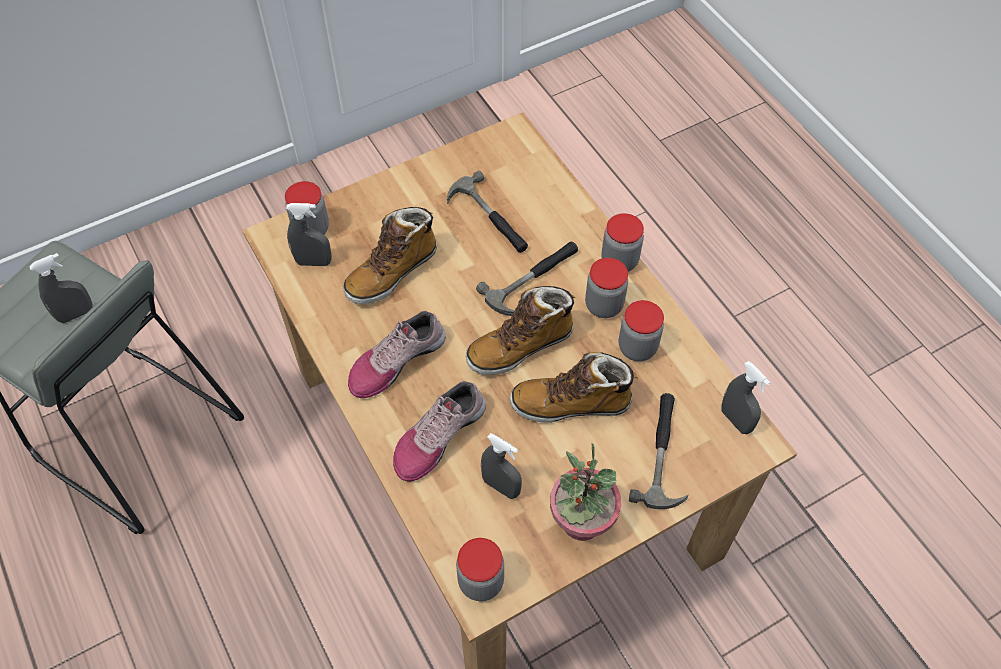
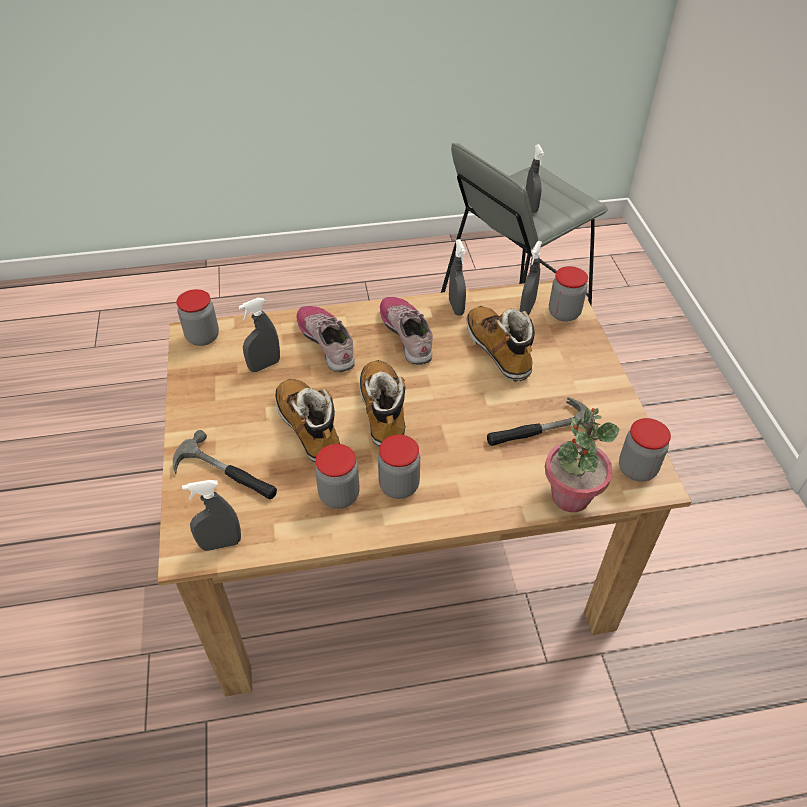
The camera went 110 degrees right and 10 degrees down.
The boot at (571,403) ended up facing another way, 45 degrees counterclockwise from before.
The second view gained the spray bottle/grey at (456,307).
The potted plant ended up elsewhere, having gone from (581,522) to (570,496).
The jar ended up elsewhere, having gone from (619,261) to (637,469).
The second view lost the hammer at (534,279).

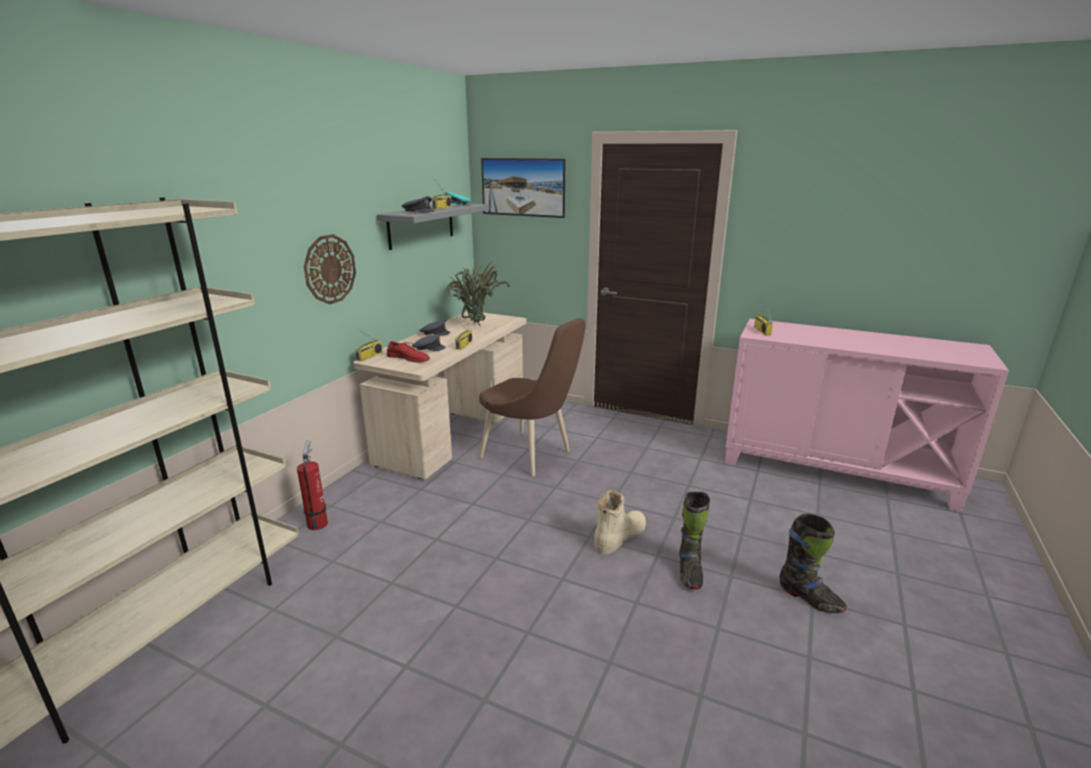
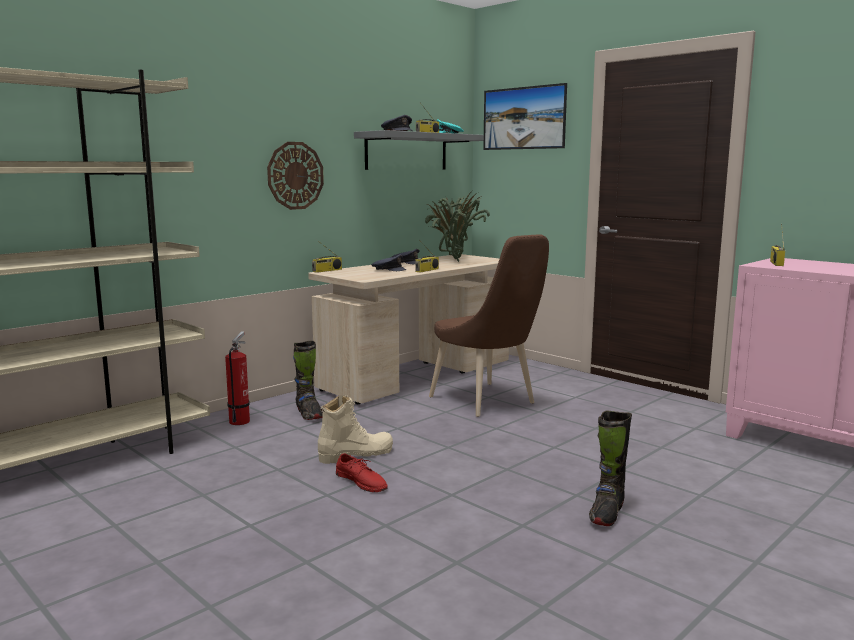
The camera went 20 degrees right and 10 degrees down.
The boot/black ended up elsewhere, having gone from (810,598) to (308,414).
The boot/beige ended up elsewhere, having gone from (619,537) to (356,454).
The shoe/red ended up elsewhere, having gone from (408,358) to (361,481).

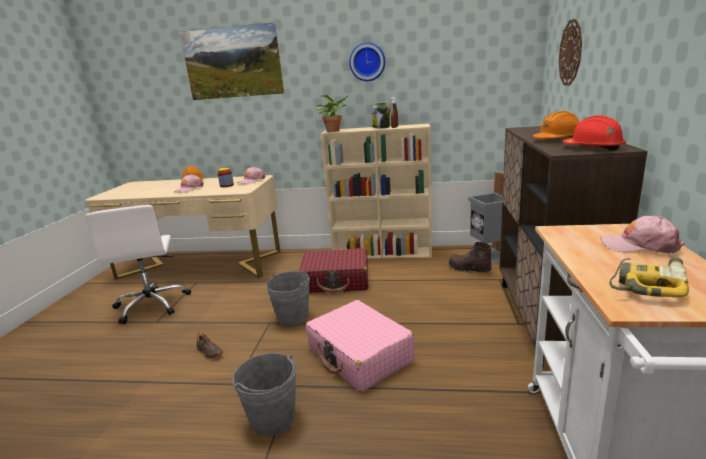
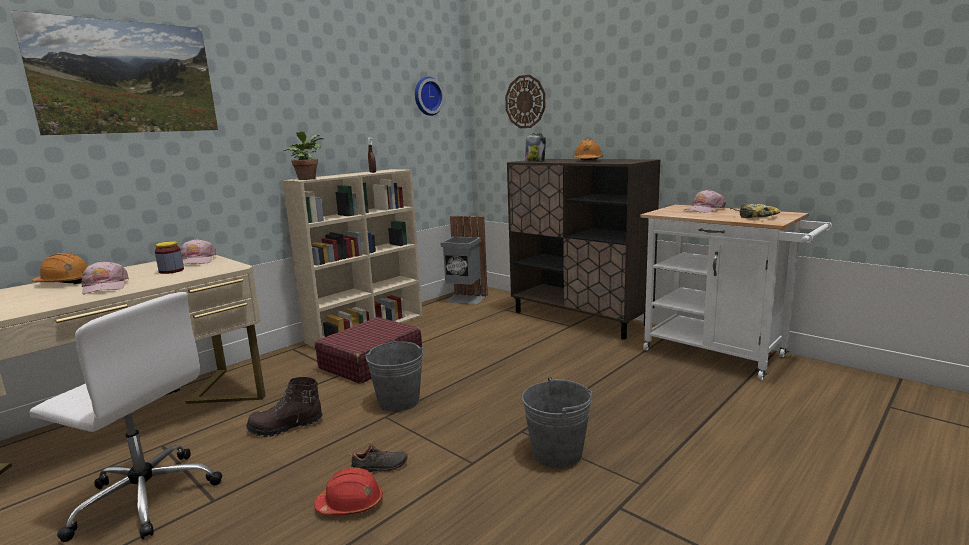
The camera went 55 degrees left and 5 degrees down.
The boot/brown ended up elsewhere, having gone from (469,269) to (286,427).
The hard hat/red ended up elsewhere, having gone from (593,148) to (351,504).
The wall clock ended up elsewhere, having gone from (367,62) to (427,96).
The jar ended up elsewhere, having gone from (381,127) to (535,161).
The second view lost the suitcase/pink at (360,355).

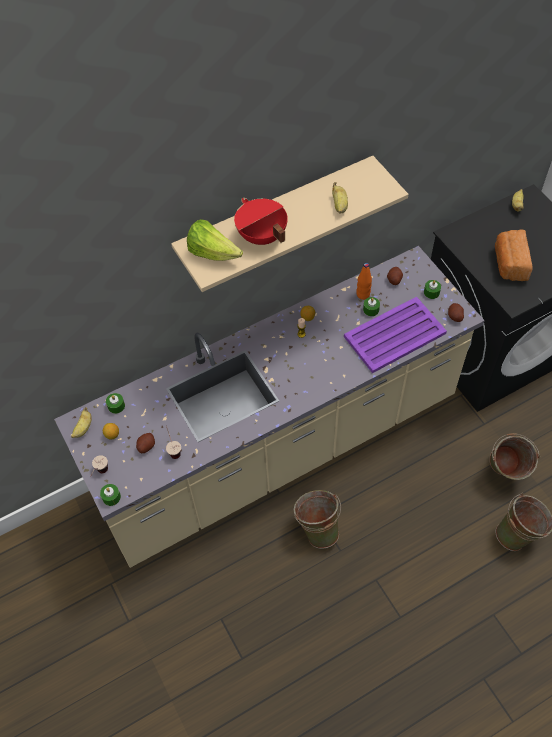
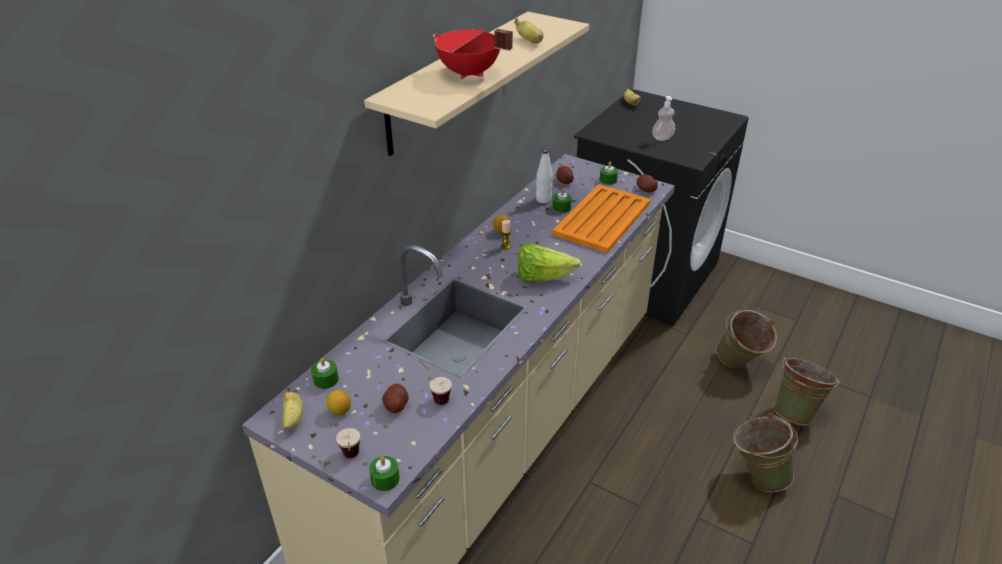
The camera went 30 degrees left and 20 degrees down.
The lettuce ended up elsewhere, having gone from (213,253) to (542,277).
What was the bottle/orange at (363,295) turned into the bottle/white at (543,199).
What was the tray/purple at (395,335) turned into the tray/orange at (603,218).
Where the bread stood at (509,264), the soap dispenser came to stand at (662,138).
The bucket/green ended up elsewhere, having gone from (317,528) to (756,475).

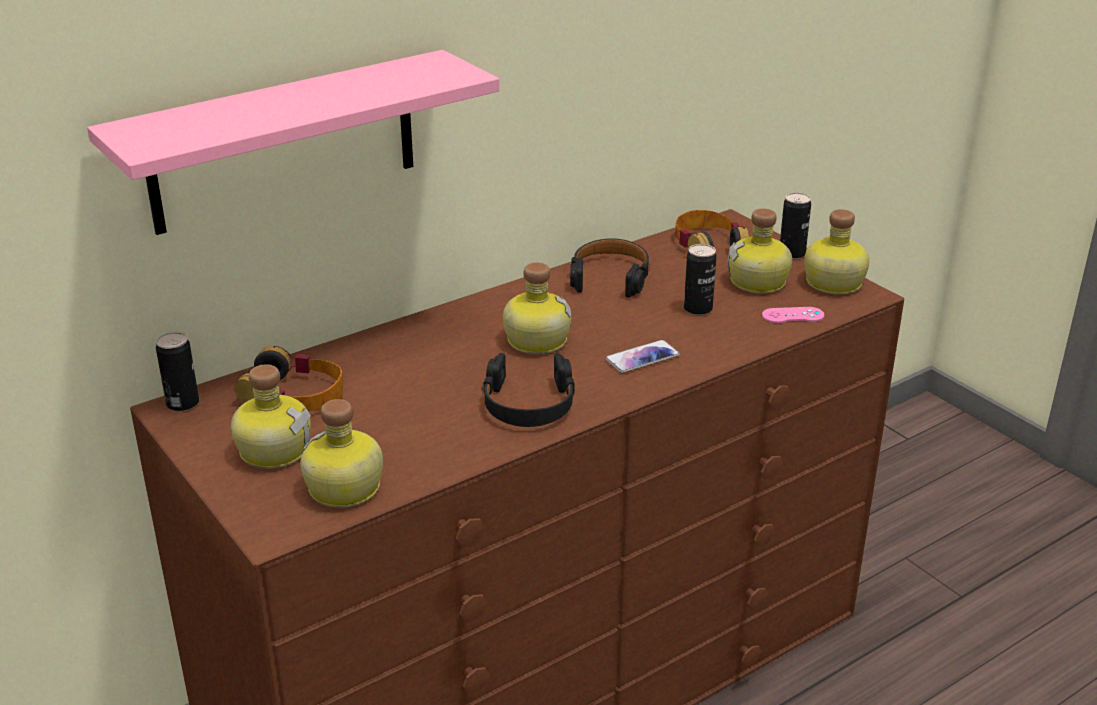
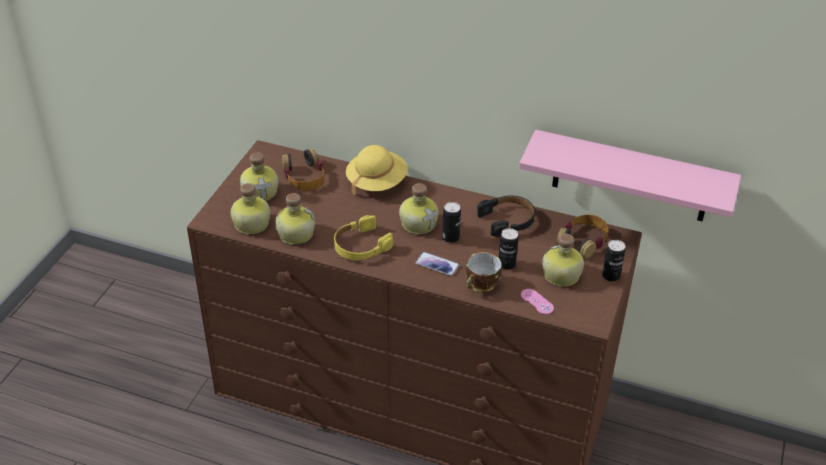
The camera went 55 degrees right and 10 degrees up.
The bottle ended up elsewhere, having gone from (832,283) to (294,233).
What was the headphones/black at (528,404) turned into the headphones/yellow at (361,246).
The second view gained the hat/yellow at (376,182).
The can ended up elsewhere, having gone from (182,403) to (450,237).
The second view gained the cup at (482,285).
The shelf/pink ended up elsewhere, having gone from (284,142) to (631,177).

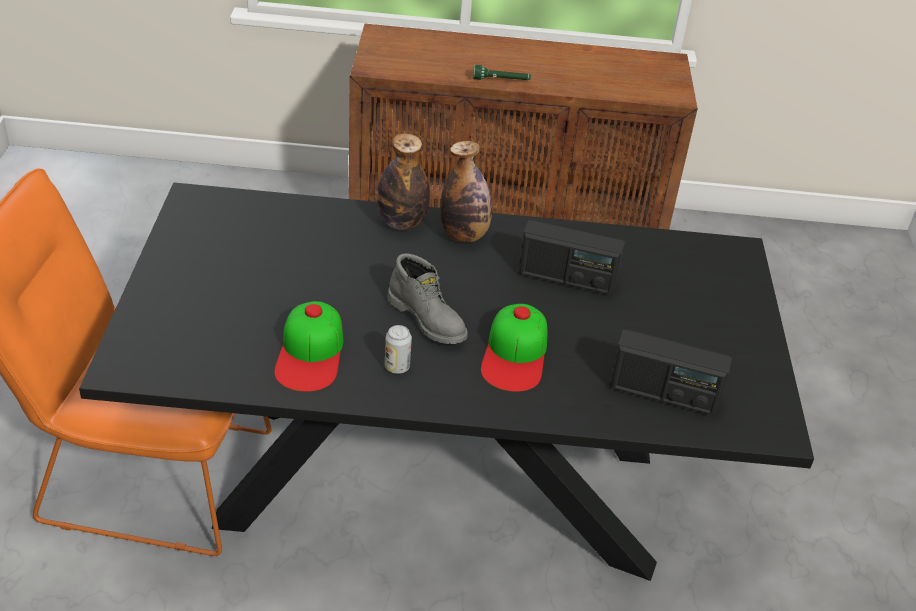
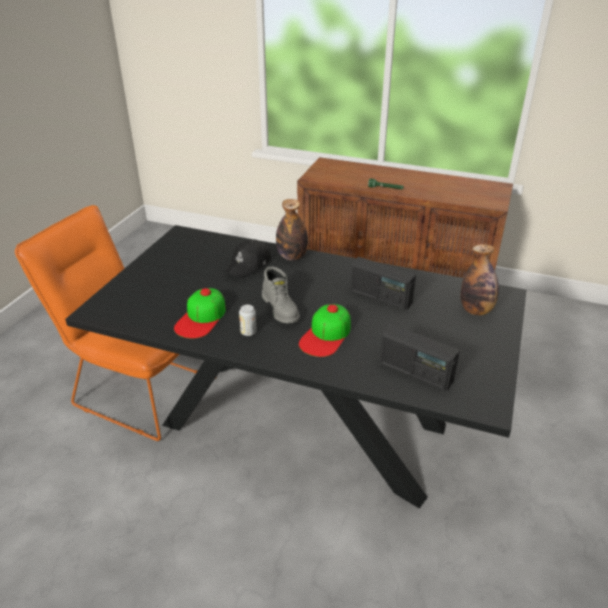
The camera went 20 degrees right and 5 degrees down.
The second view gained the cap/black at (249,265).
The bottle ended up elsewhere, having gone from (464,235) to (476,310).

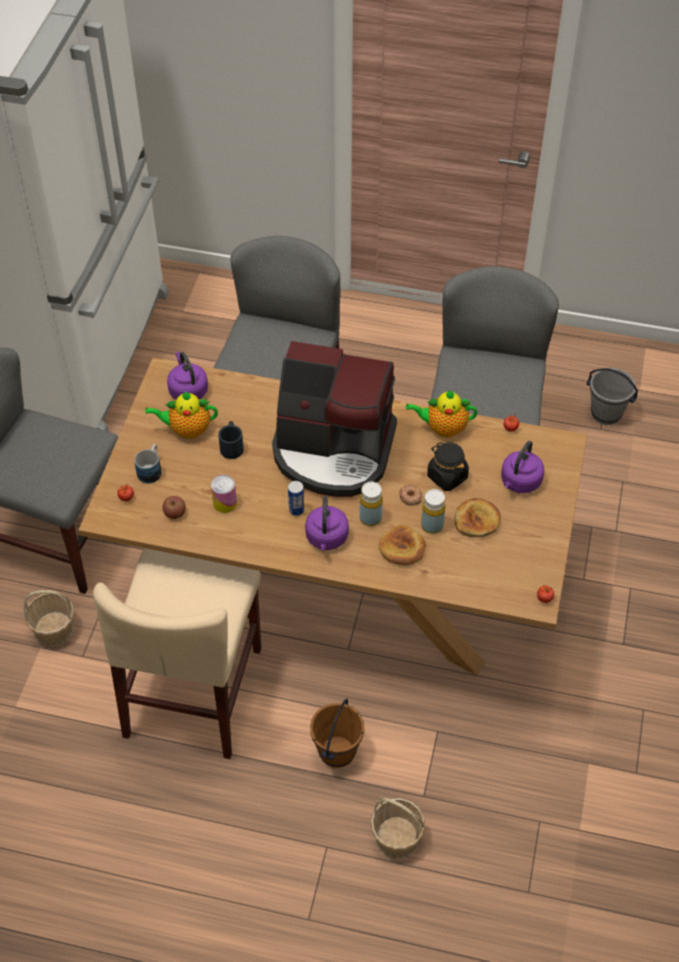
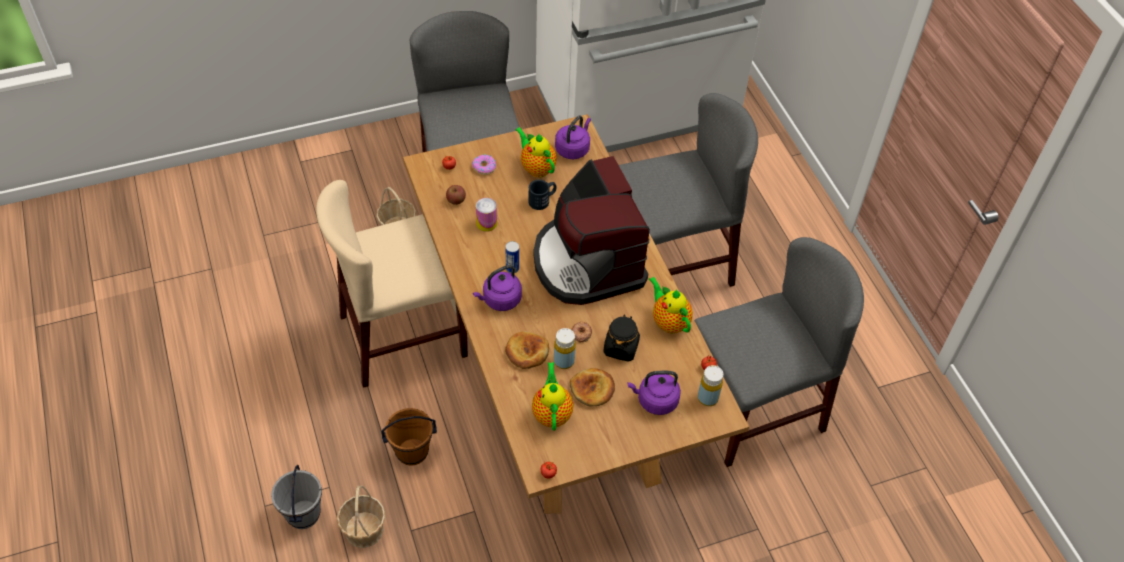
The camera went 55 degrees right and 0 degrees up.
The bucket/grey ended up elsewhere, having gone from (605,414) to (303,514).
Where the mug stood at (151,470), the donut came to stand at (484,167).
The second view gained the teapot at (552,413).
The bottle/yellow ended up elsewhere, having gone from (370,518) to (707,398).

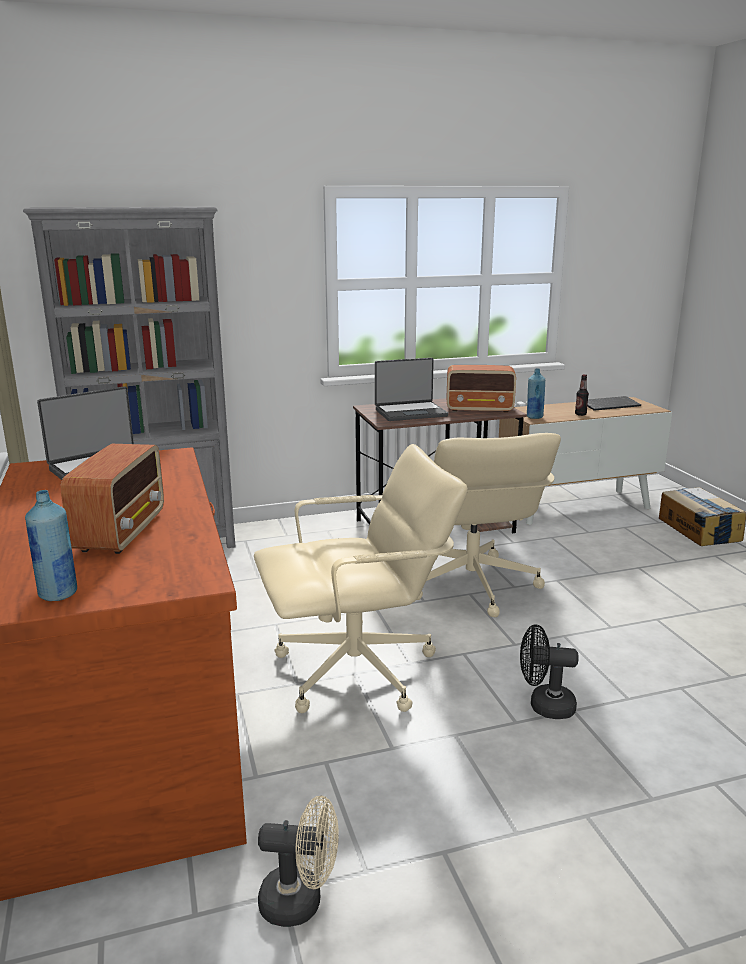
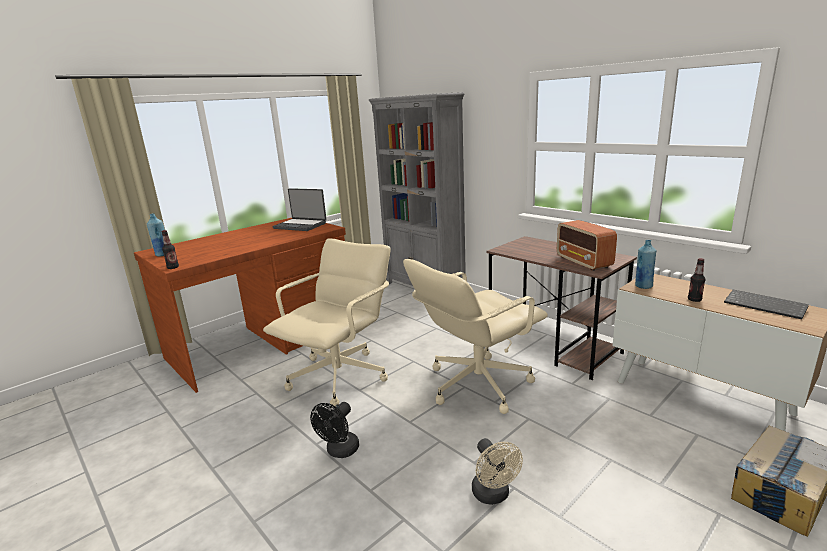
The camera went 65 degrees right and 0 degrees up.
The second view gained the bottle at (173,267).
The office chair/beige at (358,671) ended up facing another way, 105 degrees counterclockwise from before.
The fan/black at (544,706) ended up facing another way, 135 degrees counterclockwise from before.
The fan/beige ended up elsewhere, having gone from (301,901) to (493,495).
The second view lost the radio at (122,531).
The second view lost the laptop at (410,412).

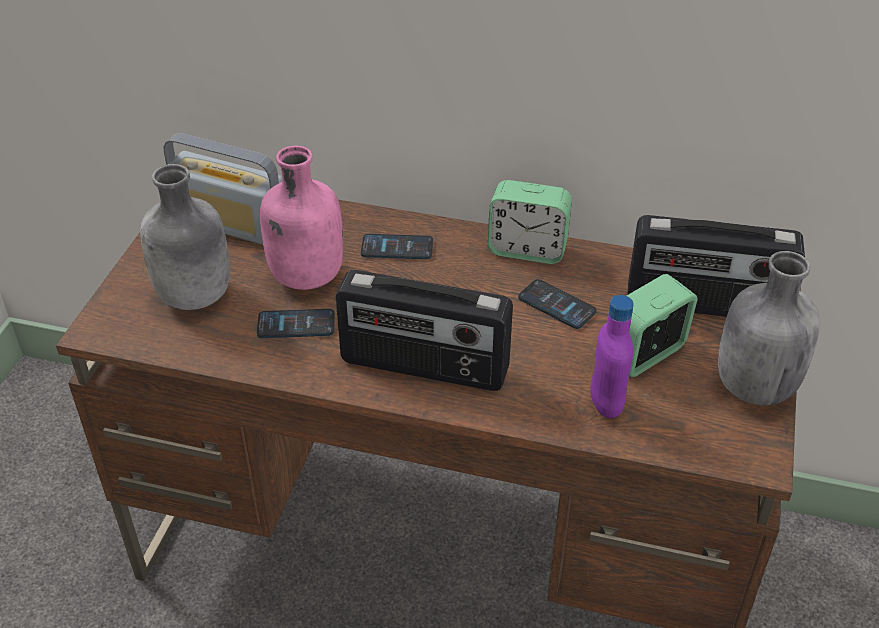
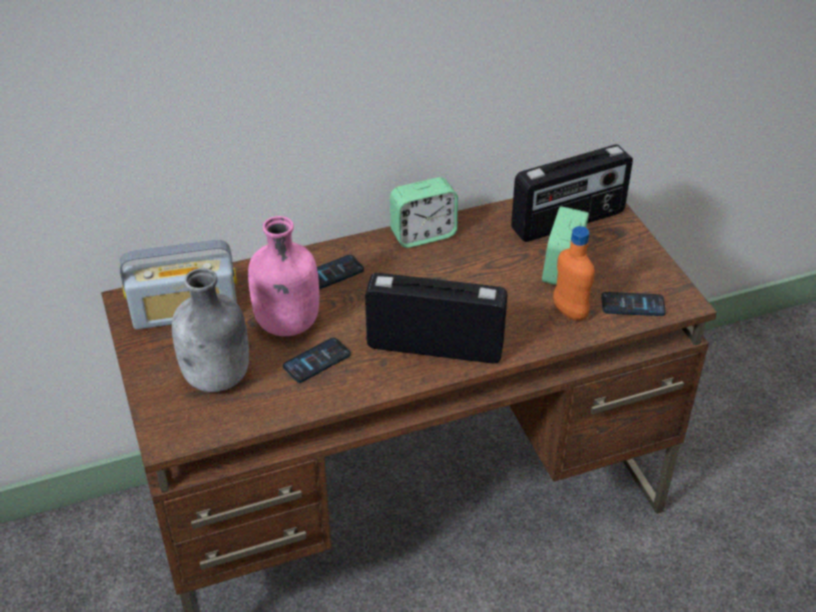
The camera went 35 degrees left and 0 degrees up.
The radio at (424,367) ended up facing another way, 150 degrees counterclockwise from before.
What was the bottle/purple at (606,403) turned into the bottle/orange at (569,312).
The phone ended up elsewhere, having gone from (556,305) to (632,305).
The second view lost the bottle/grey at (753,386).

